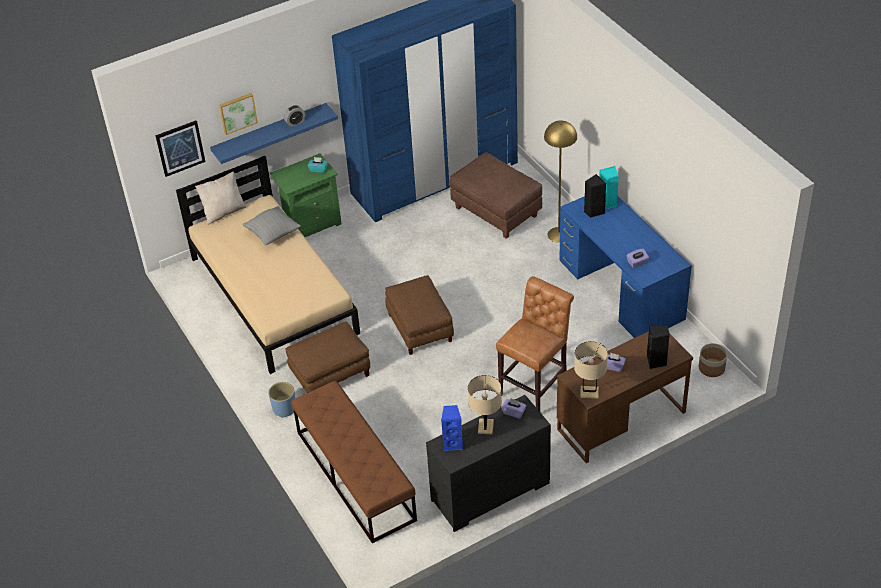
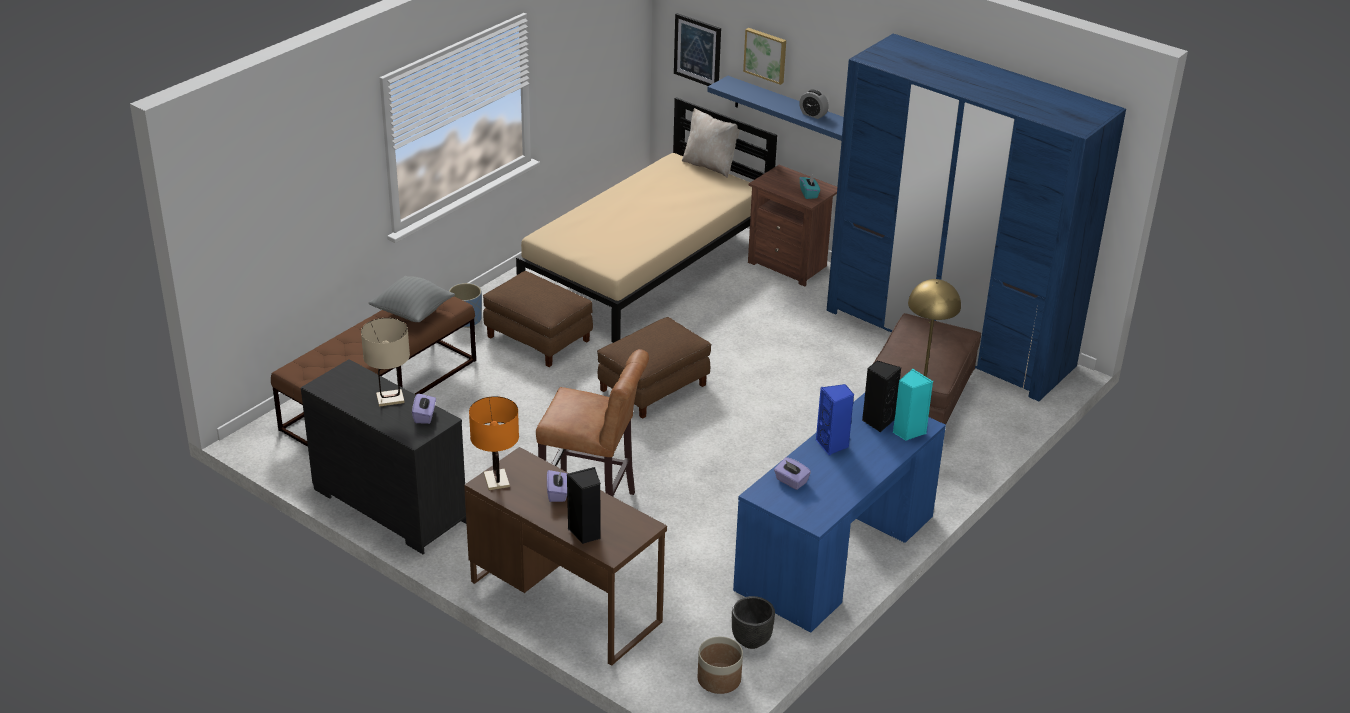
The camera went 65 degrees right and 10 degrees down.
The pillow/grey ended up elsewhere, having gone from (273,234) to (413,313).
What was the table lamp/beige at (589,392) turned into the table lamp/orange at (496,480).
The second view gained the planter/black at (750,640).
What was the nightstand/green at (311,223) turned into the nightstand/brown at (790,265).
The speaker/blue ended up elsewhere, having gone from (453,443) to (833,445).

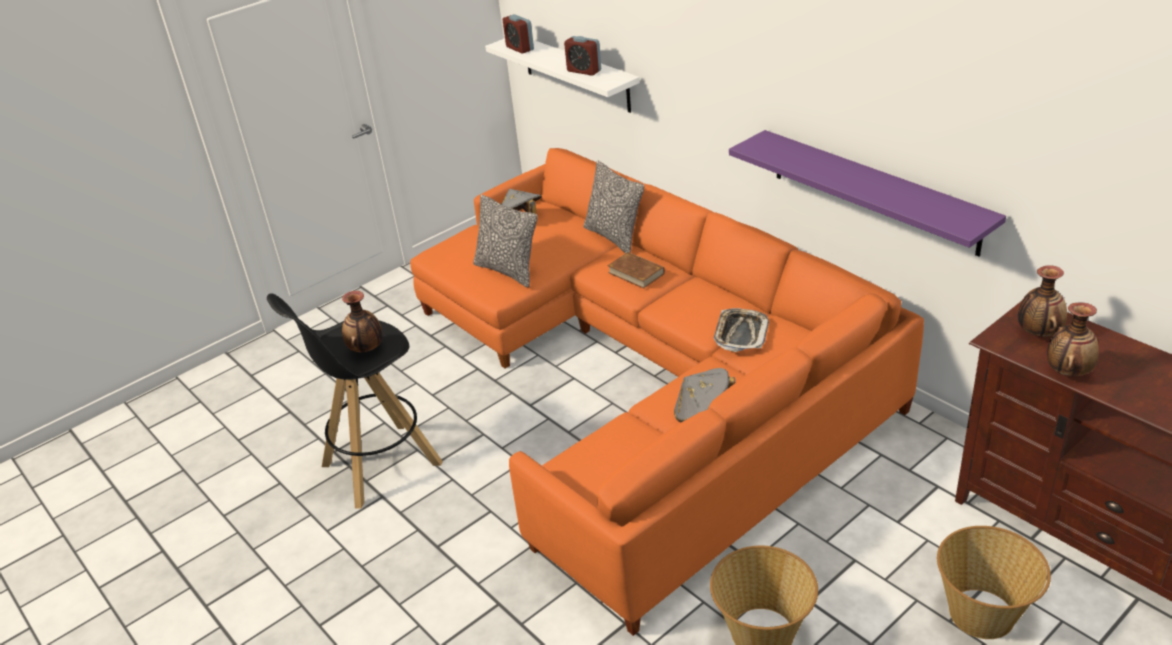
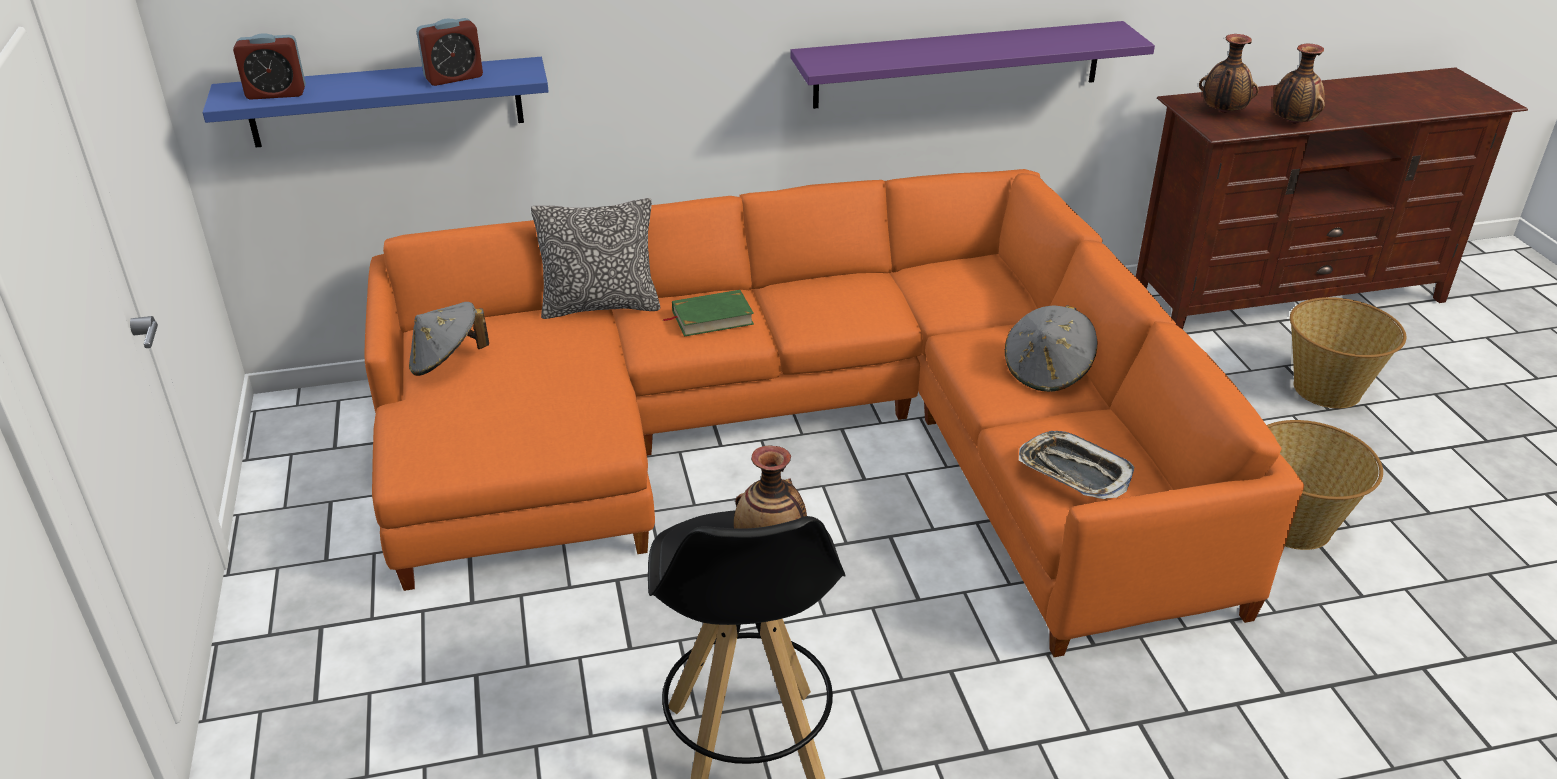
The camera went 65 degrees left and 0 degrees up.
What was the shelf/white at (576,73) turned into the shelf/blue at (386,102).
What was the book/brown at (636,273) turned into the book/green at (712,317).
The tray ended up elsewhere, having gone from (740,334) to (1073,472).
The second view lost the pillow at (508,270).

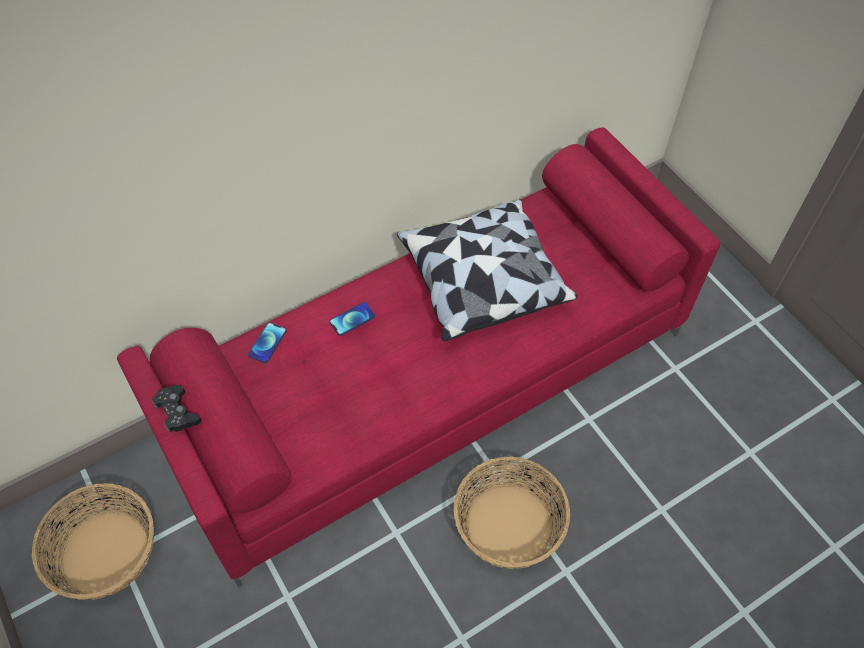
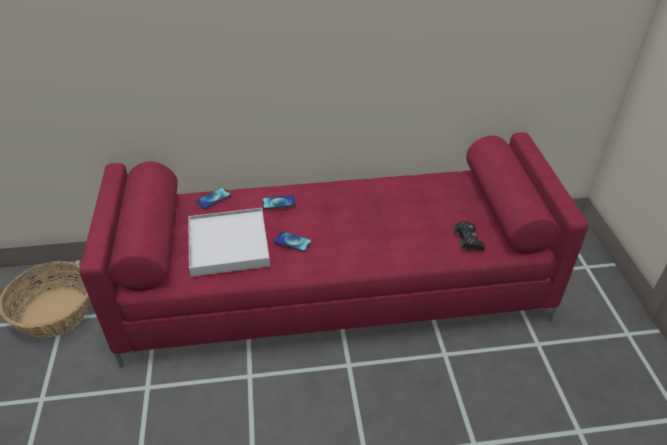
The camera went 25 degrees right and 15 degrees down.
The second view gained the tray/white at (229,245).
The second view gained the phone at (292,242).
The game controller/black ended up elsewhere, having gone from (177,412) to (468,240).
The second view lost the pillow at (481,281).
The second view lost the basket at (508,524).

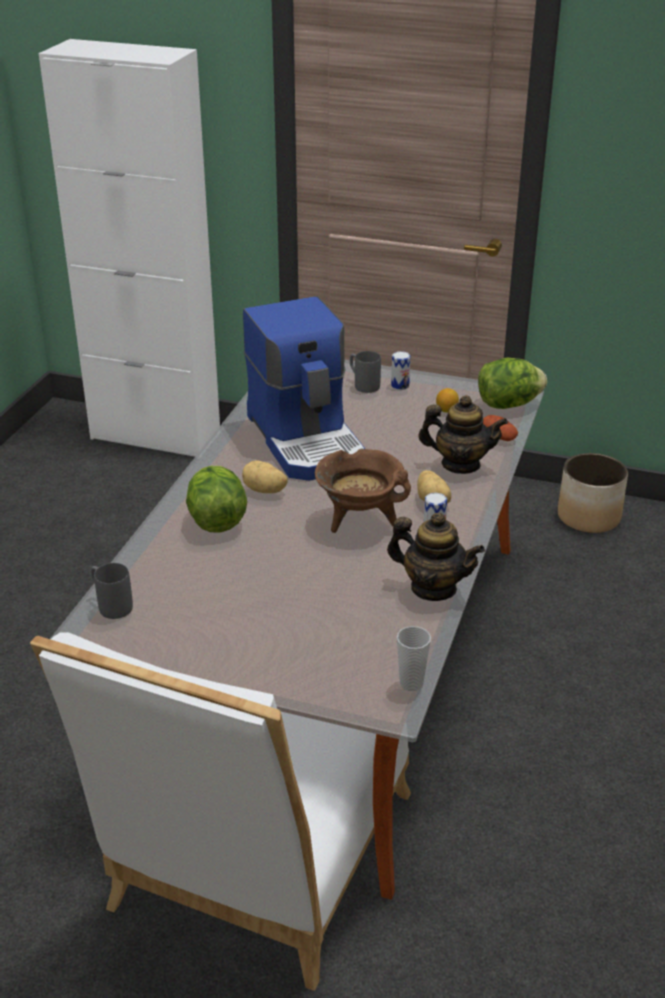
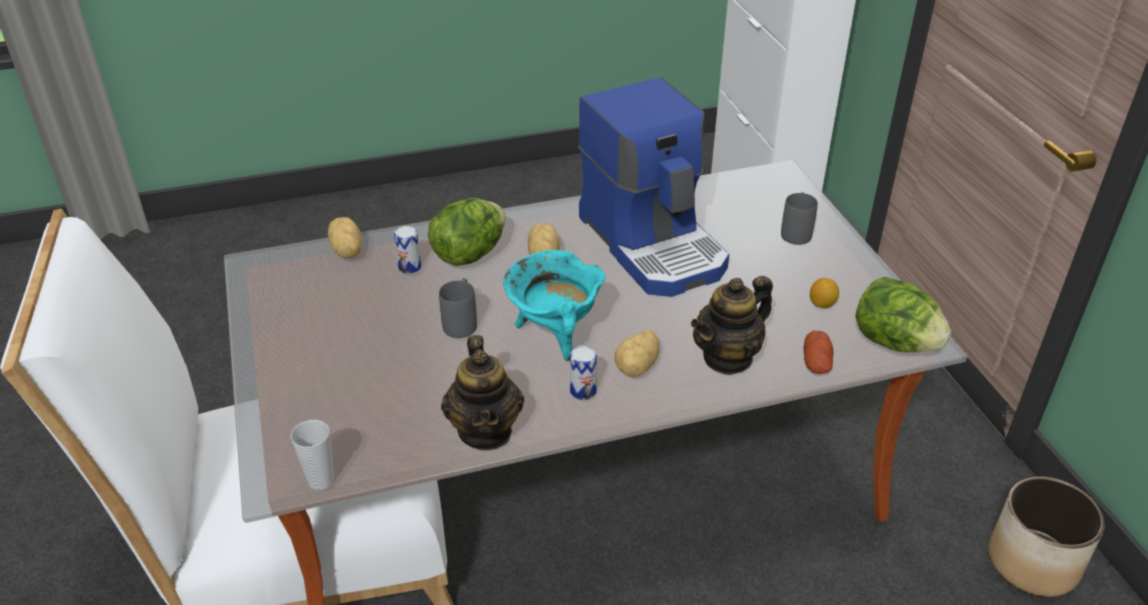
The camera went 55 degrees right and 5 degrees up.
The second view gained the potato at (346,251).
The can ended up elsewhere, having gone from (400,385) to (409,267).
The mug/grey ended up elsewhere, having gone from (110,605) to (461,321).
What was the cooking pot/brown at (359,520) turned into the cooking pot/turquoise at (554,334).
The coffee machine at (307,439) ended up facing another way, 60 degrees counterclockwise from before.
The teapot at (460,464) ended up facing another way, 75 degrees clockwise from before.

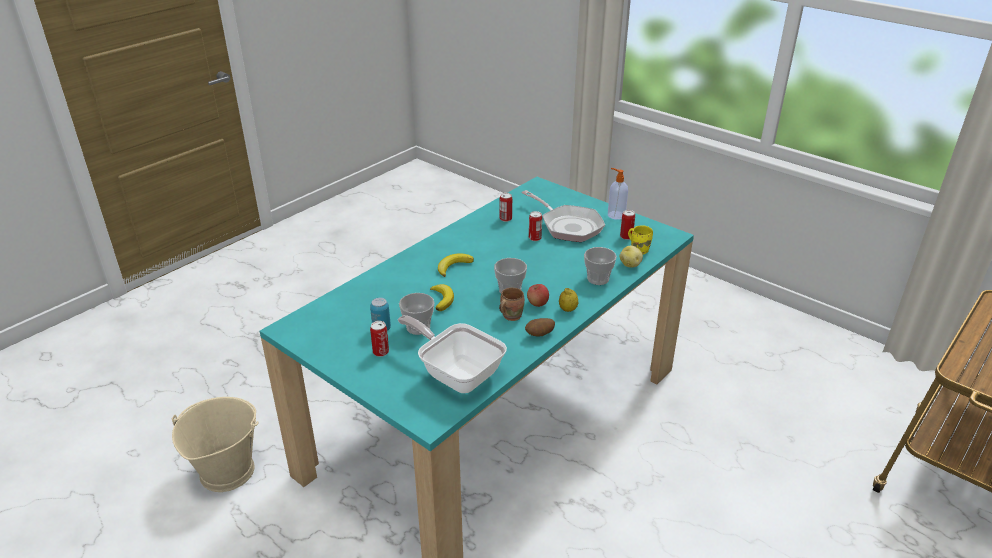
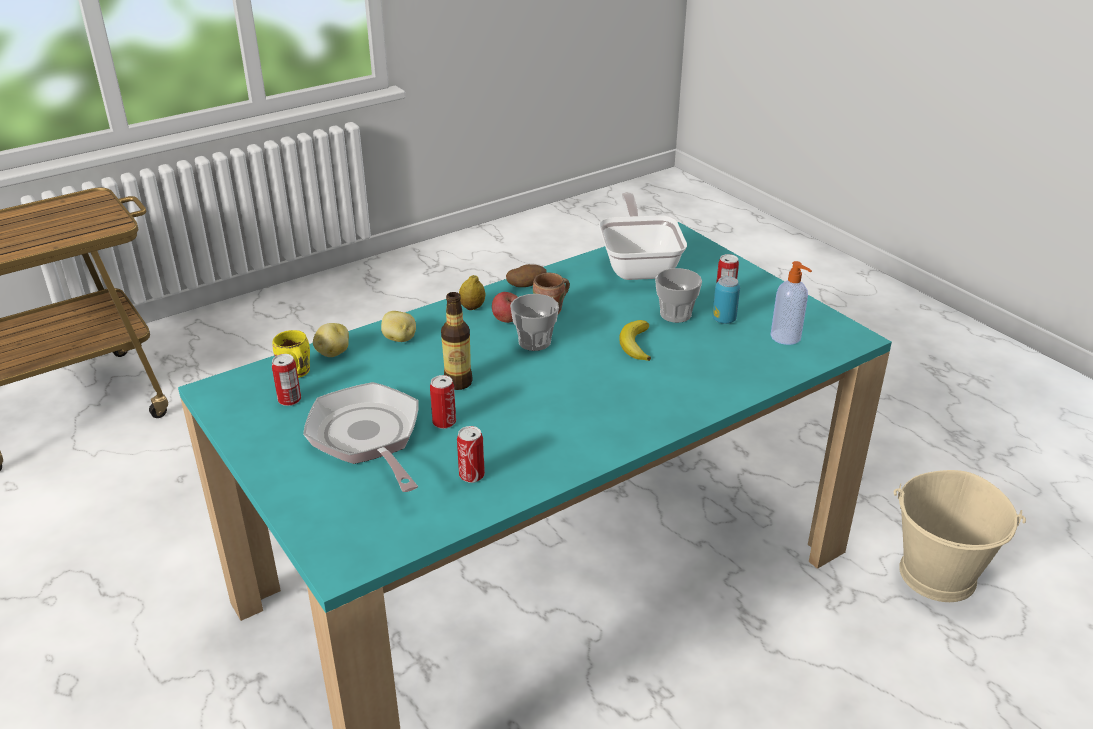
The camera went 165 degrees left and 0 degrees up.
Where the cup stood at (598,279), the potato came to stand at (399,339).
The second view gained the bottle at (458,382).
The frying pan at (456,373) ended up facing another way, 150 degrees counterclockwise from before.
The soap dispenser ended up elsewhere, having gone from (615,215) to (786,337).
The second view lost the banana at (453,266).

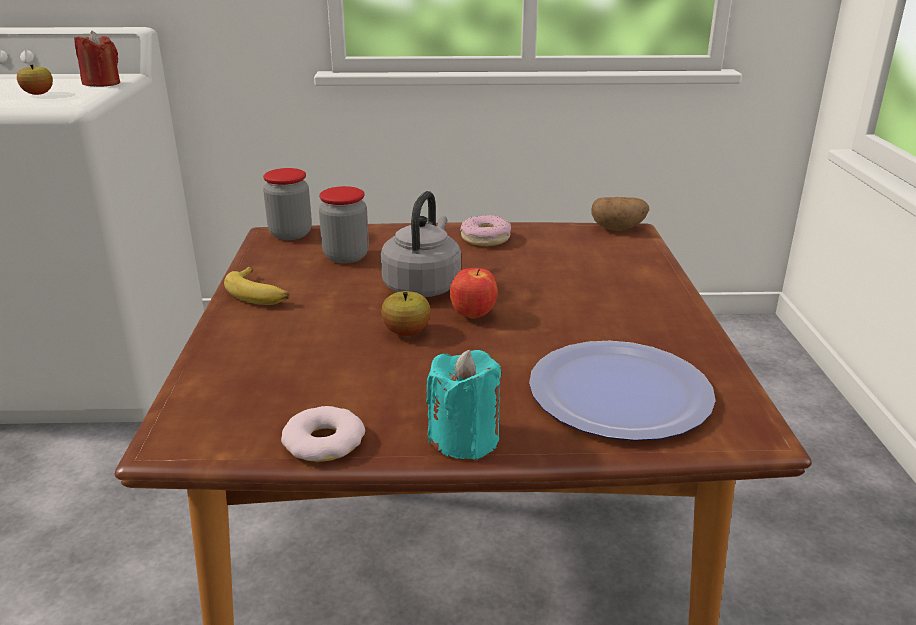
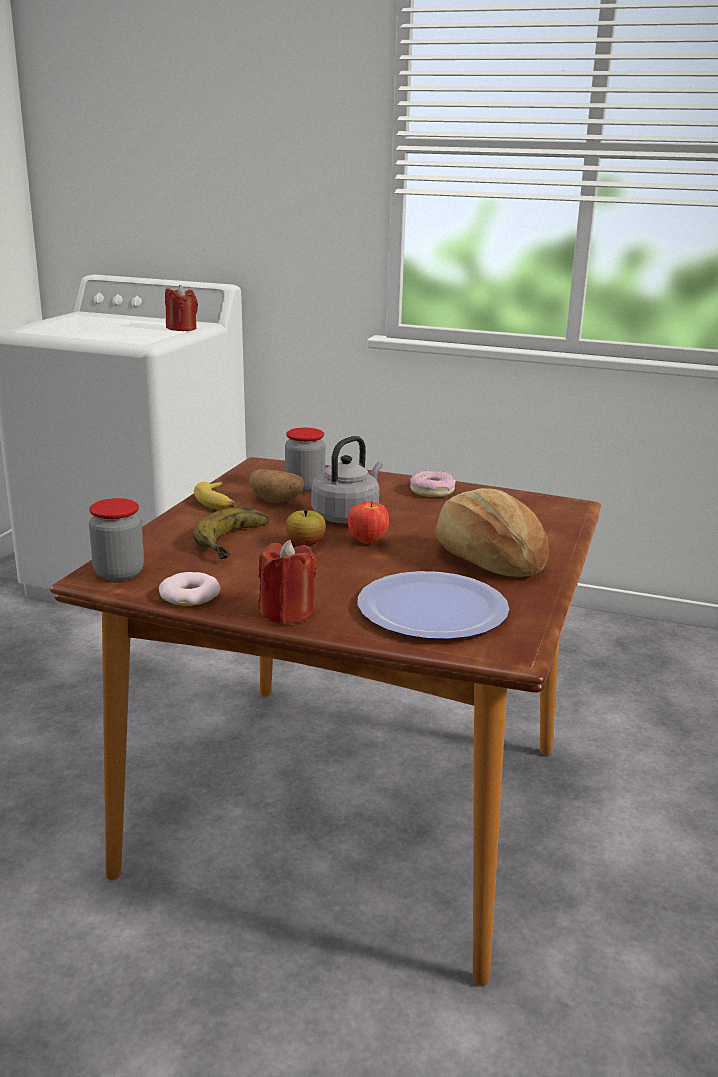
The camera went 20 degrees right and 5 degrees down.
The jar ended up elsewhere, having gone from (290,234) to (119,573).
The second view gained the banana at (240,541).
The potato ended up elsewhere, having gone from (618,228) to (277,501).
What was the candle/turquoise at (465,439) turned into the candle/red at (287,613).
The second view gained the bread at (488,559).
The second view lost the apple at (38,94).

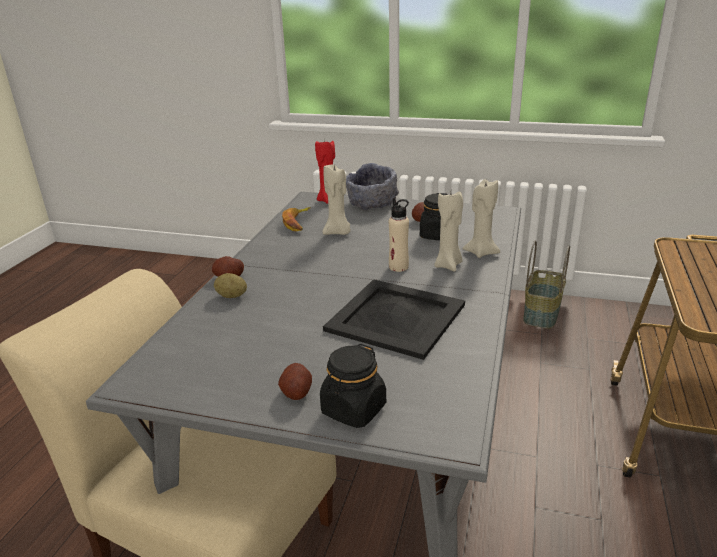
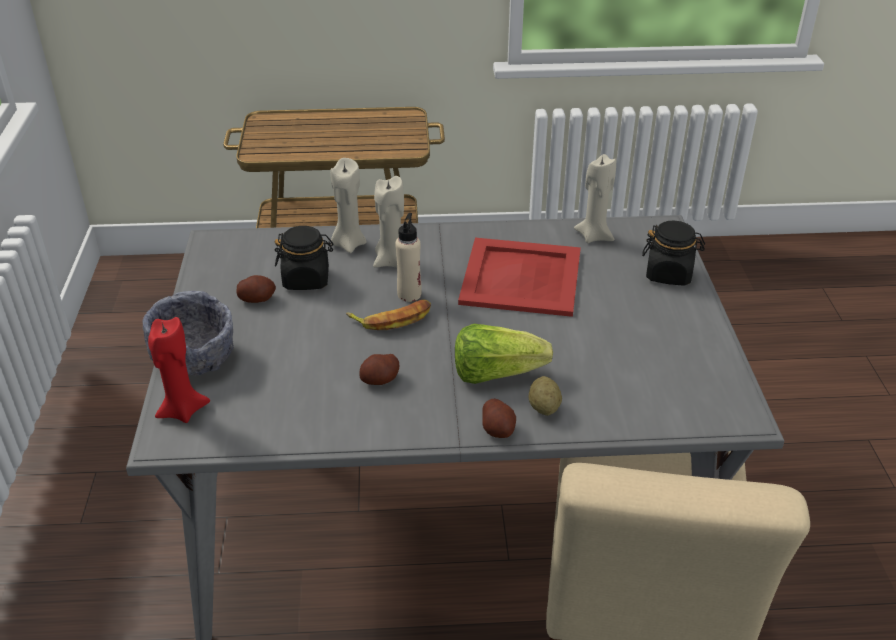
The camera went 110 degrees left and 10 degrees up.
The banana ended up elsewhere, having gone from (298,223) to (392,319).
The potato ended up elsewhere, having gone from (296,392) to (380,380).
The second view gained the lettuce at (495,373).
What was the tray/black at (395,317) turned into the tray/red at (520,278).
The candle/beige ended up elsewhere, having gone from (338,232) to (594,236).
The second view lost the basket at (542,313).

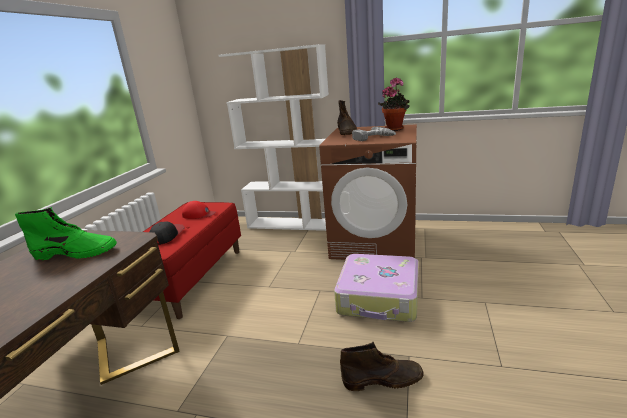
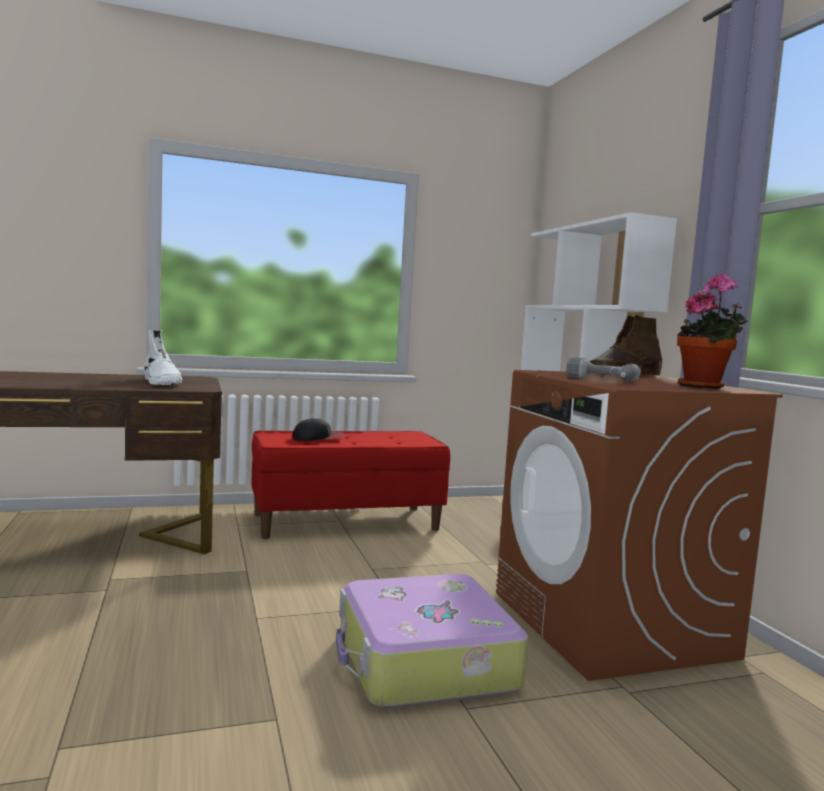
The camera went 55 degrees right and 15 degrees down.
What was the boot/green at (76,253) turned into the boot/white at (162,382).
The second view lost the cap/red at (199,214).
The second view lost the boot/brown at (383,379).

